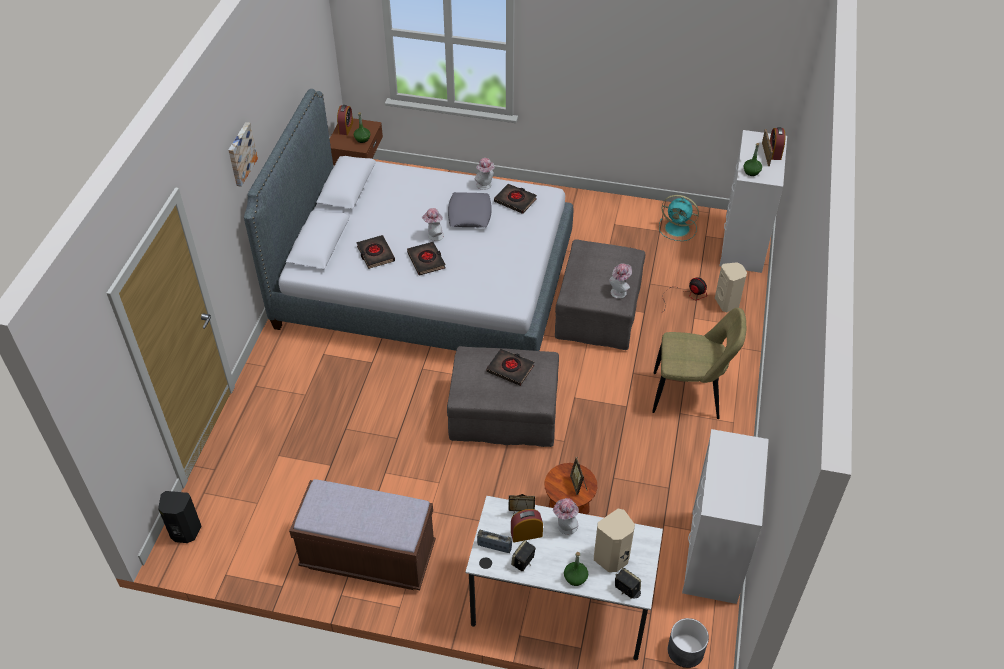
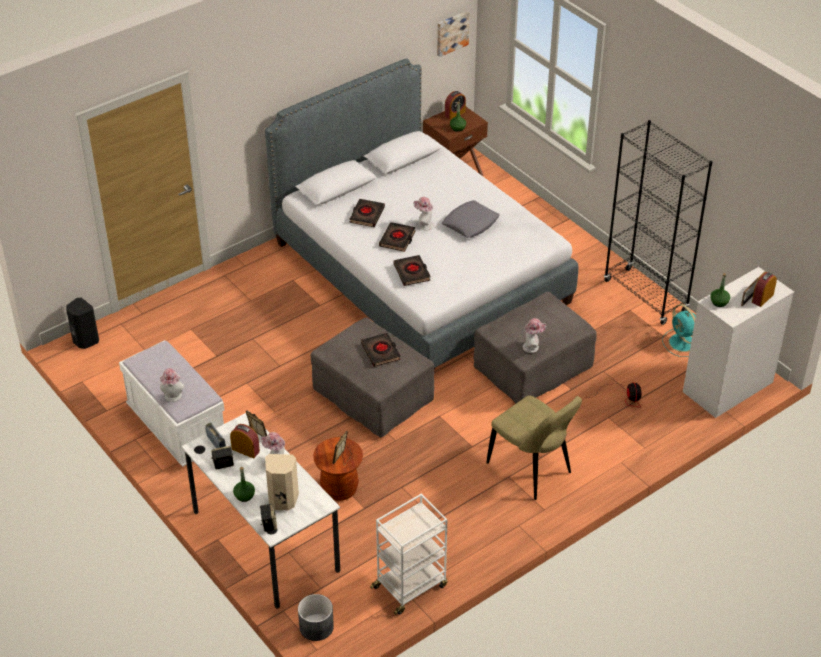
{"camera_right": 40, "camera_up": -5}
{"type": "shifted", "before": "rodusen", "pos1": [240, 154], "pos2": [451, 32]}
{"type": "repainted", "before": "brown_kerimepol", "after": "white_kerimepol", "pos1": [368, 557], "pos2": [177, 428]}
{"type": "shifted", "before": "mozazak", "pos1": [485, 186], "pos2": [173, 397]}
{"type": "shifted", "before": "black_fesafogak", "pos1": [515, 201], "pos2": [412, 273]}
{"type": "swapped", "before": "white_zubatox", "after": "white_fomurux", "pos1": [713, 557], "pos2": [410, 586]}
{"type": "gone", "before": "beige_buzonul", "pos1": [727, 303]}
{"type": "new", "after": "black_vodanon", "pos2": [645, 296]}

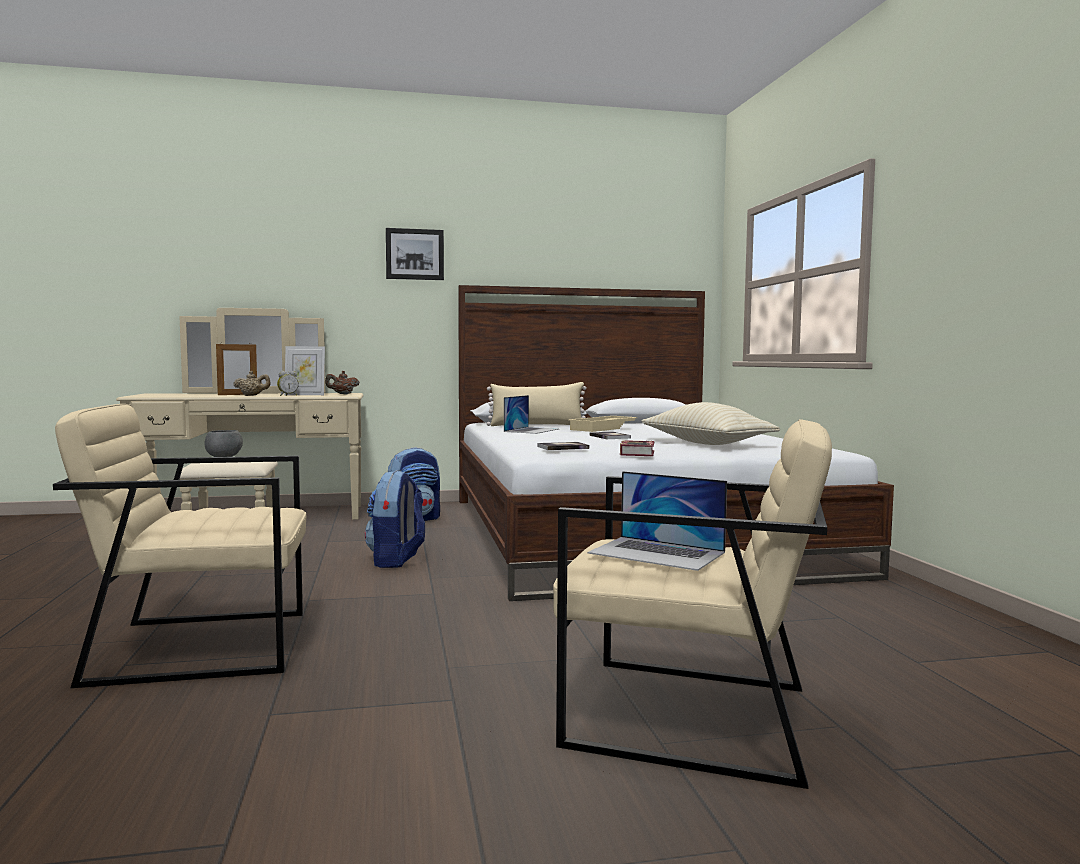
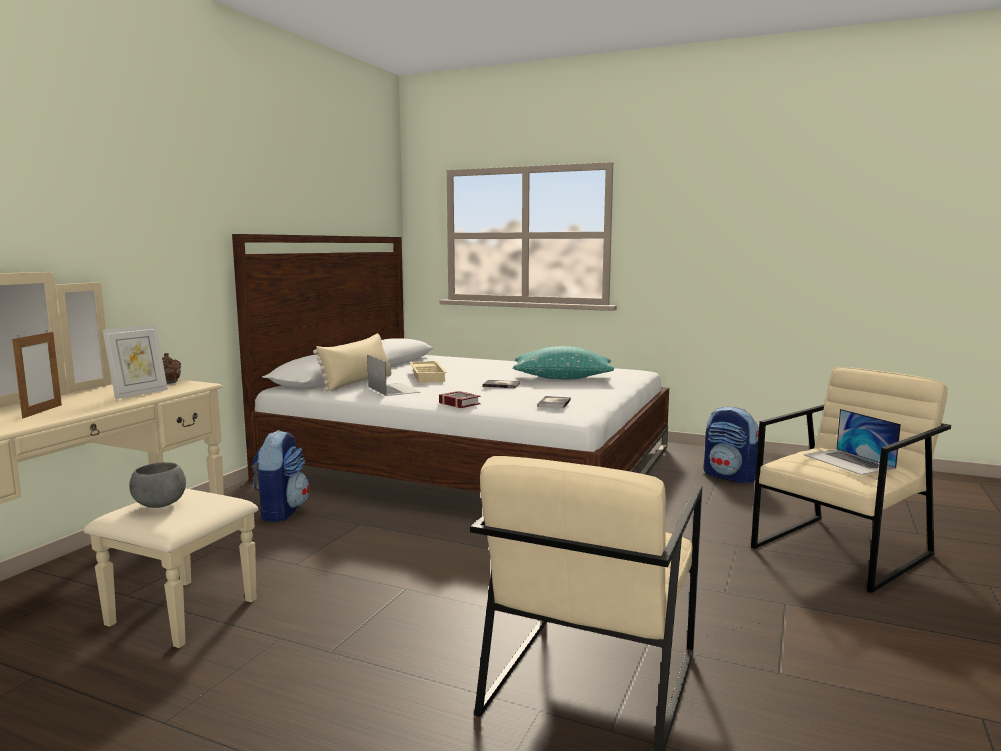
{"camera_right": -55, "camera_up": 5}
{"type": "gone", "before": "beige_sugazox", "pos1": [252, 395]}
{"type": "gone", "before": "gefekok", "pos1": [287, 395]}
{"type": "shifted", "before": "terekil", "pos1": [396, 560], "pos2": [730, 476]}
{"type": "gone", "before": "rodusen", "pos1": [414, 254]}
{"type": "rotated", "before": "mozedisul", "pos1": [657, 553], "pos2": [848, 461], "turn": 90}
{"type": "shifted", "before": "fesafogak", "pos1": [638, 453], "pos2": [459, 403]}
{"type": "repainted", "before": "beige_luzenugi", "after": "turquoise_luzenugi", "pos1": [706, 443], "pos2": [562, 378]}

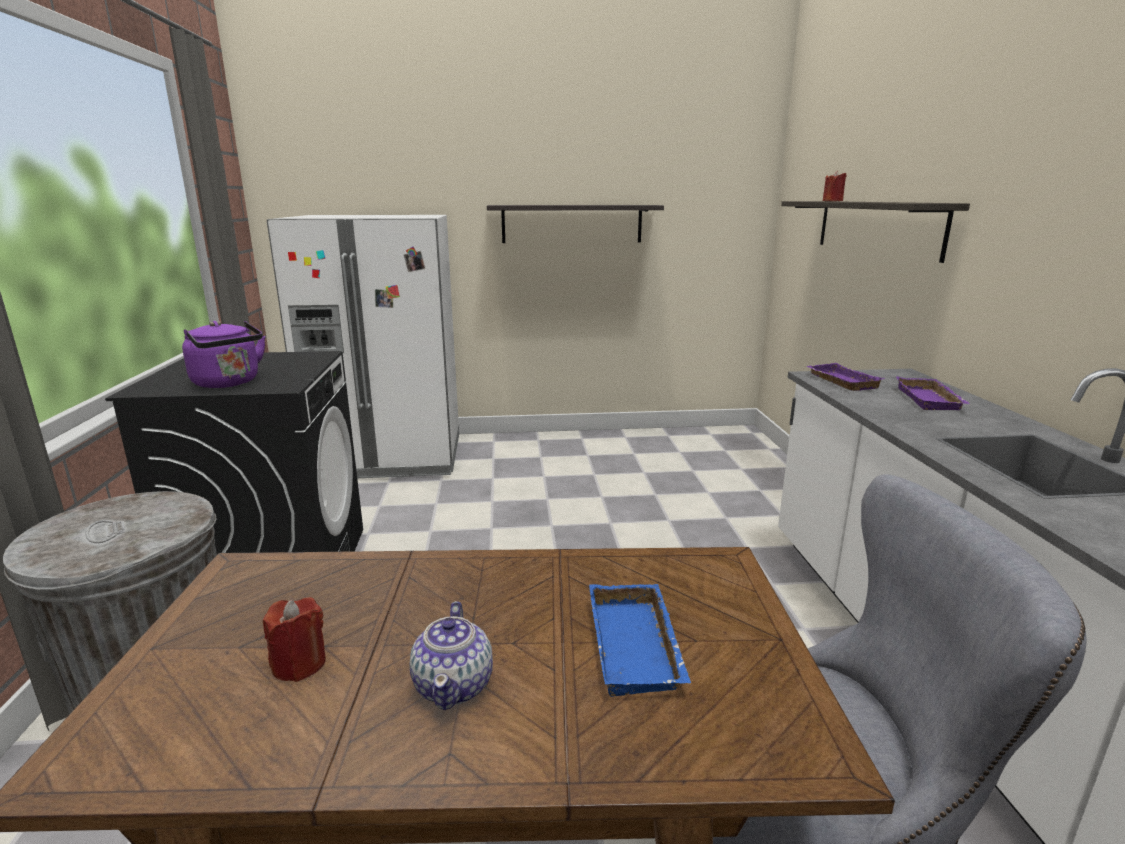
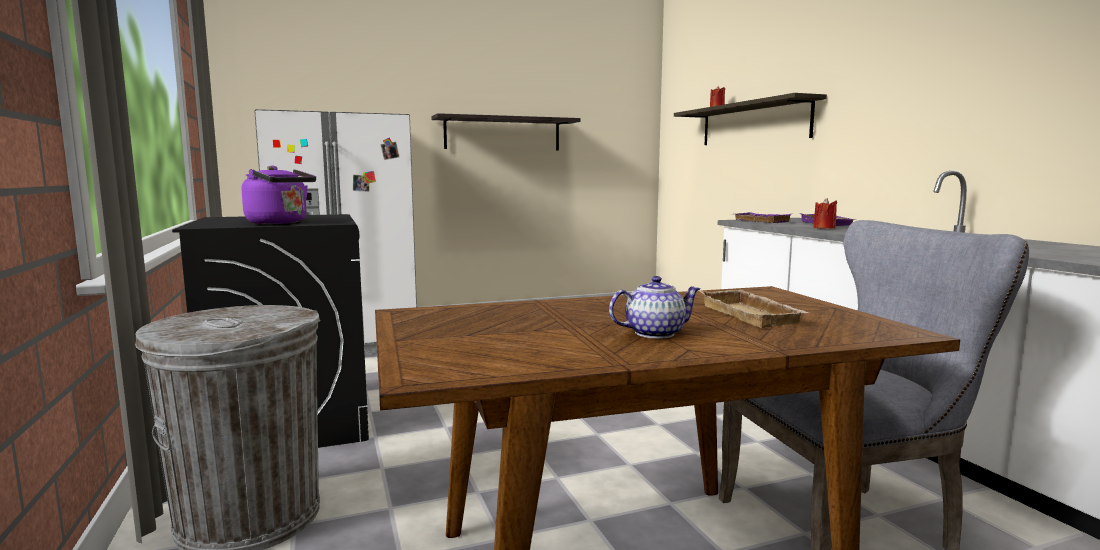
{"camera_right": -15, "camera_up": -10}
{"type": "shifted", "before": "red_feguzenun", "pos1": [299, 664], "pos2": [824, 228]}
{"type": "rotated", "before": "sugazox", "pos1": [454, 685], "pos2": [653, 333], "turn": -90}
{"type": "repainted", "before": "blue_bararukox", "after": "beige_bararukox", "pos1": [638, 646], "pos2": [753, 315]}

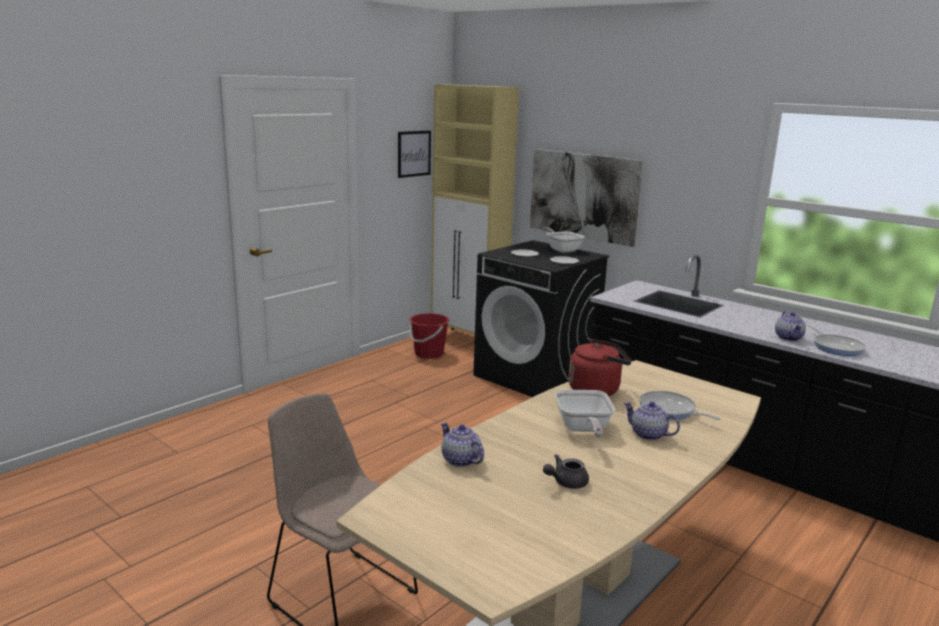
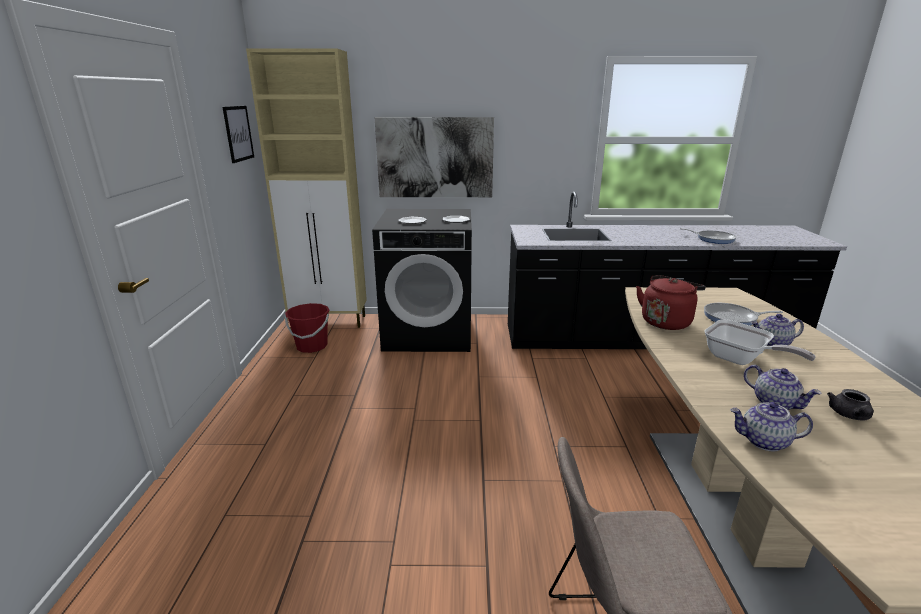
{"camera_right": -40, "camera_up": 5}
{"type": "gone", "before": "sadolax", "pos1": [561, 249]}
{"type": "shifted", "before": "sugazox", "pos1": [789, 338], "pos2": [775, 403]}

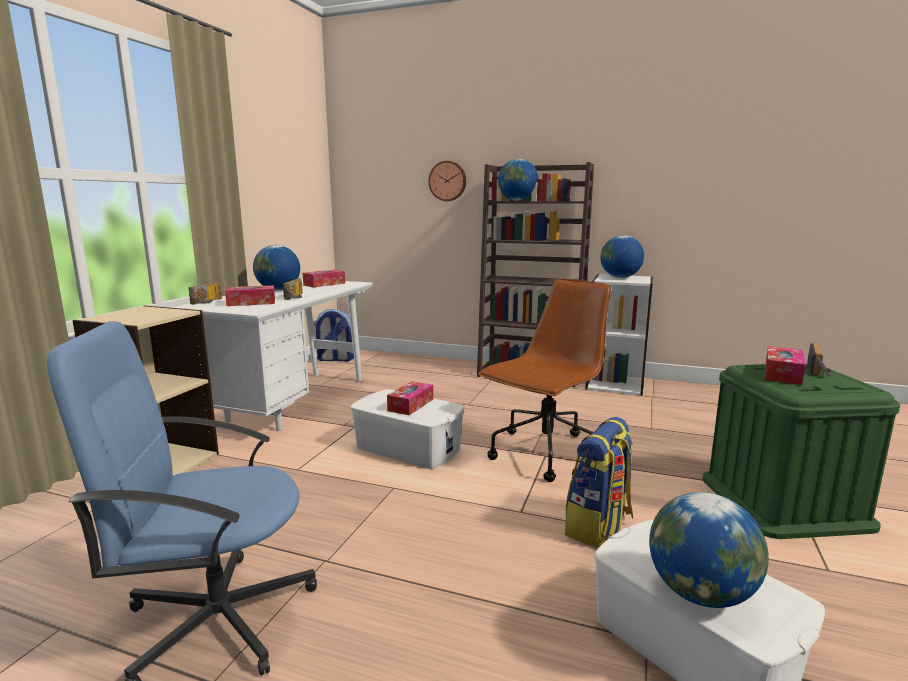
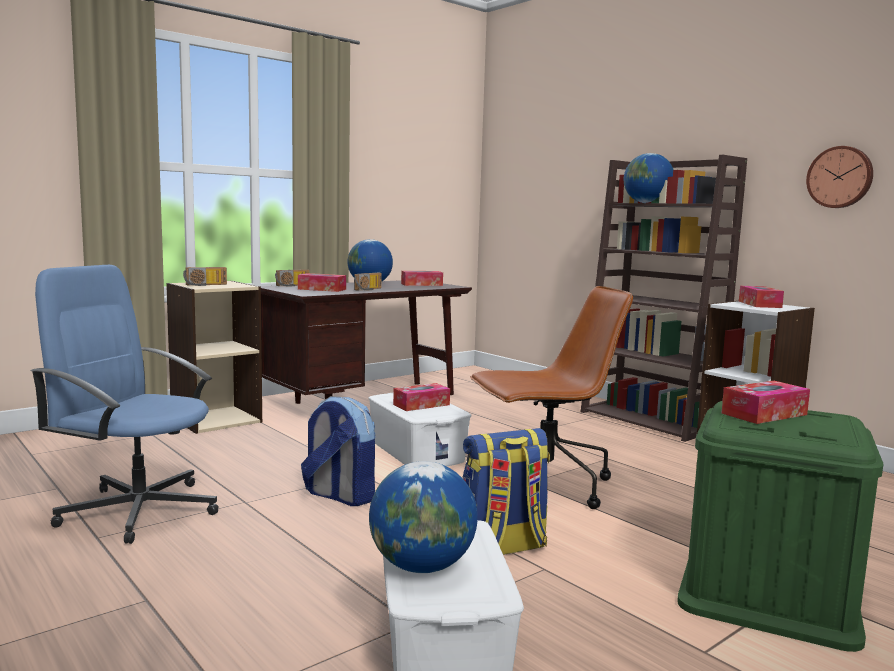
{"camera_right": 30, "camera_up": -5}
{"type": "repainted", "before": "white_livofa", "after": "brown_livofa", "pos1": [292, 403], "pos2": [365, 400]}
{"type": "shifted", "before": "terekil", "pos1": [335, 359], "pos2": [339, 496]}
{"type": "shifted", "before": "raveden", "pos1": [448, 181], "pos2": [840, 177]}
{"type": "swapped", "before": "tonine", "after": "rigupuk", "pos1": [620, 277], "pos2": [759, 304]}
{"type": "shifted", "before": "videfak", "pos1": [819, 370], "pos2": [205, 285]}

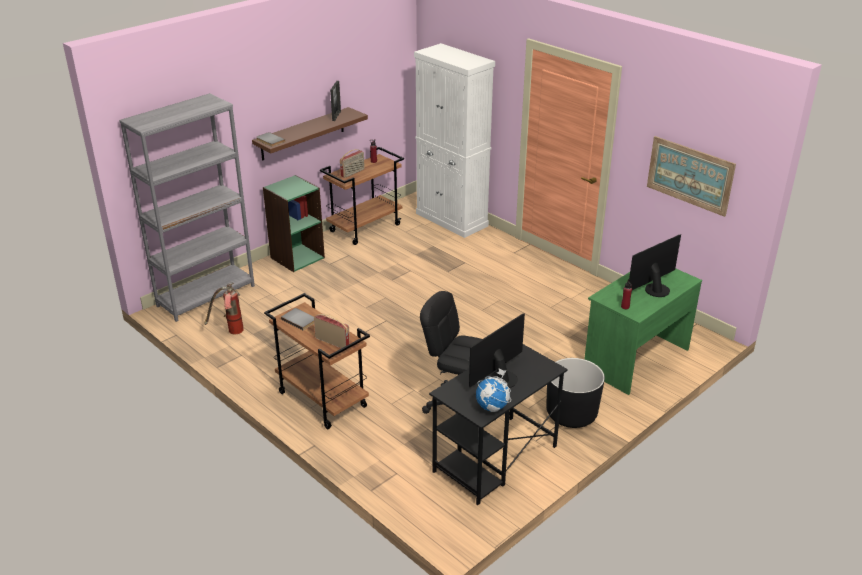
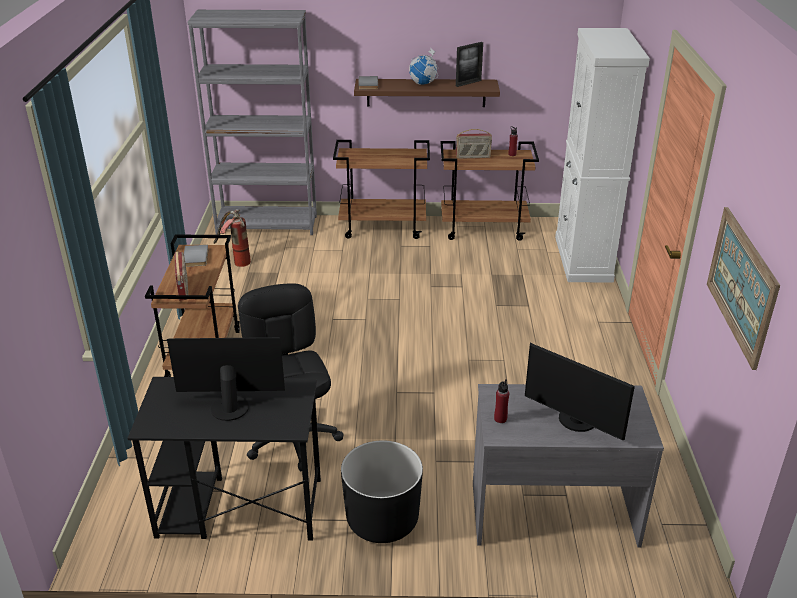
{"camera_right": 45, "camera_up": 0}
{"type": "swapped", "before": "green_vodanon", "after": "brown_fomurux", "pos1": [297, 257], "pos2": [383, 227]}
{"type": "shifted", "before": "tonine", "pos1": [492, 407], "pos2": [423, 83]}
{"type": "repainted", "before": "green_livofa", "after": "grey_livofa", "pos1": [635, 359], "pos2": [552, 512]}
{"type": "rotated", "before": "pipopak", "pos1": [654, 289], "pos2": [575, 421], "turn": -150}

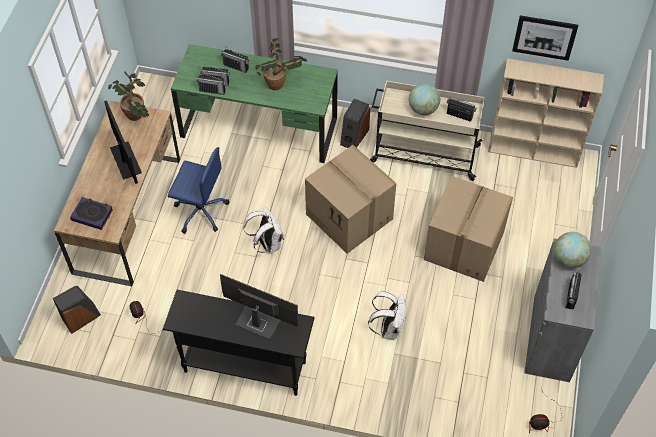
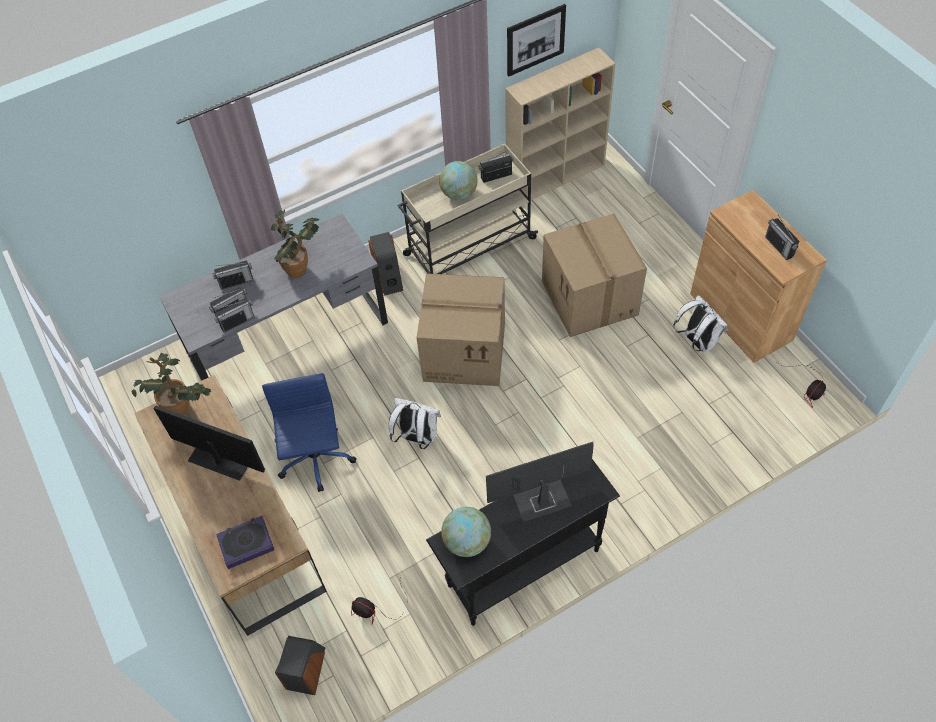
{"camera_right": -40, "camera_up": 0}
{"type": "rotated", "before": "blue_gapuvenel", "pos1": [200, 211], "pos2": [316, 461], "turn": -75}
{"type": "repainted", "before": "green_livofa", "after": "grey_livofa", "pos1": [259, 128], "pos2": [288, 338]}
{"type": "shifted", "before": "white_terekil", "pos1": [388, 328], "pos2": [697, 341]}
{"type": "repainted", "before": "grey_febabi", "after": "brown_febabi", "pos1": [551, 338], "pos2": [740, 317]}
{"type": "shifted", "before": "tonine", "pos1": [568, 259], "pos2": [467, 541]}

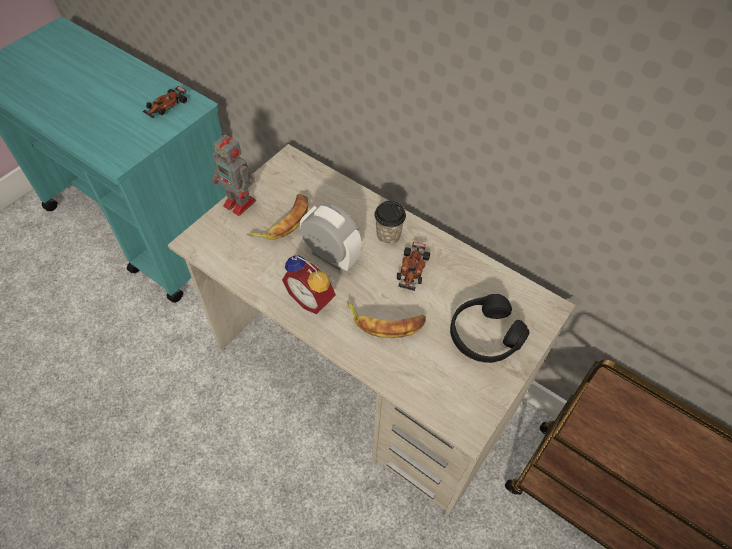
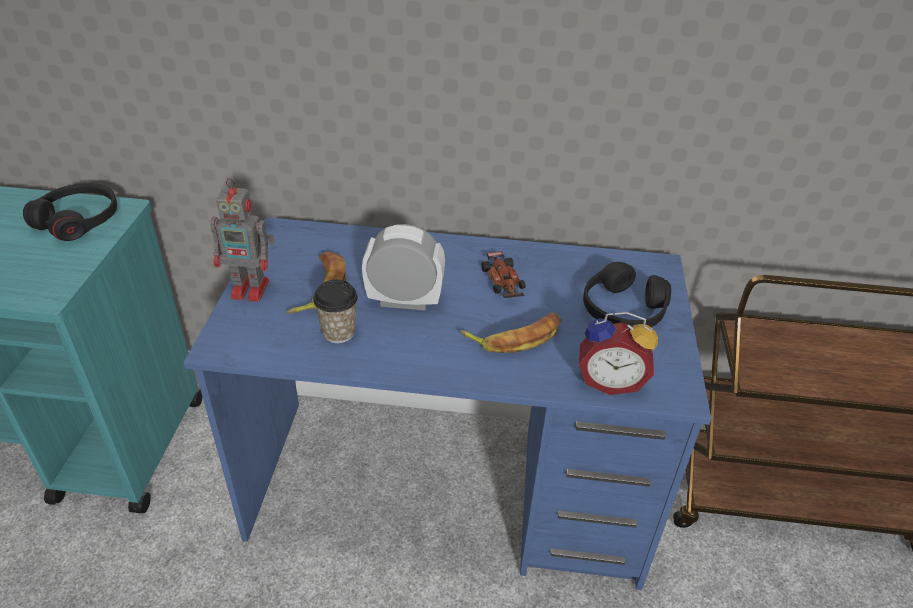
{"camera_right": -30, "camera_up": -15}
{"type": "swapped", "before": "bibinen", "after": "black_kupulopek", "pos1": [166, 106], "pos2": [78, 220]}
{"type": "repainted", "before": "beige_livofa", "after": "blue_livofa", "pos1": [364, 379], "pos2": [450, 489]}
{"type": "shifted", "before": "gefekok", "pos1": [312, 299], "pos2": [610, 381]}
{"type": "shifted", "before": "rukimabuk", "pos1": [388, 235], "pos2": [338, 332]}

